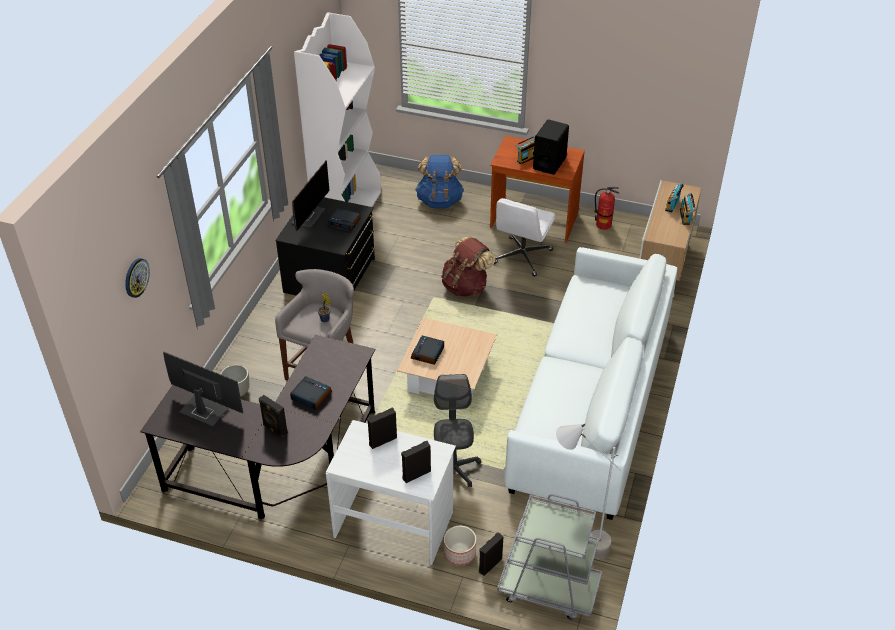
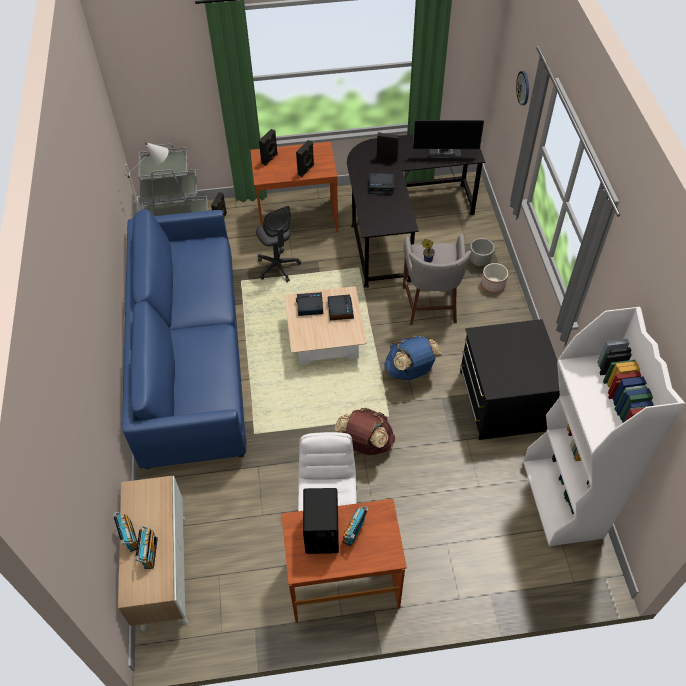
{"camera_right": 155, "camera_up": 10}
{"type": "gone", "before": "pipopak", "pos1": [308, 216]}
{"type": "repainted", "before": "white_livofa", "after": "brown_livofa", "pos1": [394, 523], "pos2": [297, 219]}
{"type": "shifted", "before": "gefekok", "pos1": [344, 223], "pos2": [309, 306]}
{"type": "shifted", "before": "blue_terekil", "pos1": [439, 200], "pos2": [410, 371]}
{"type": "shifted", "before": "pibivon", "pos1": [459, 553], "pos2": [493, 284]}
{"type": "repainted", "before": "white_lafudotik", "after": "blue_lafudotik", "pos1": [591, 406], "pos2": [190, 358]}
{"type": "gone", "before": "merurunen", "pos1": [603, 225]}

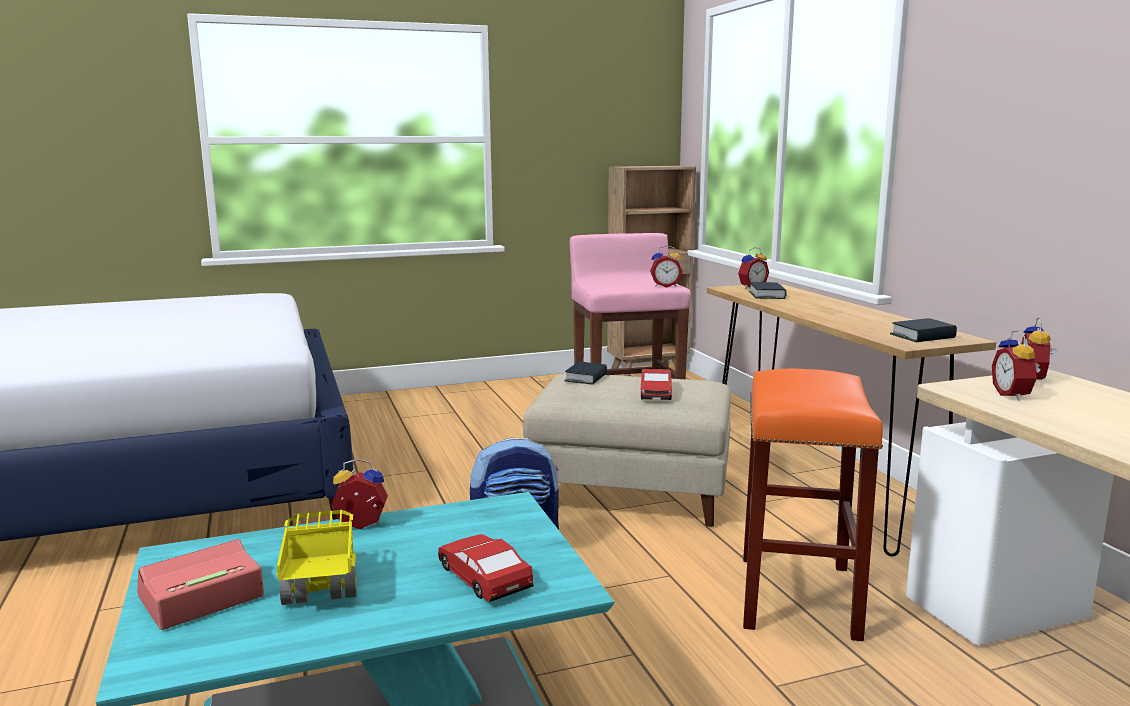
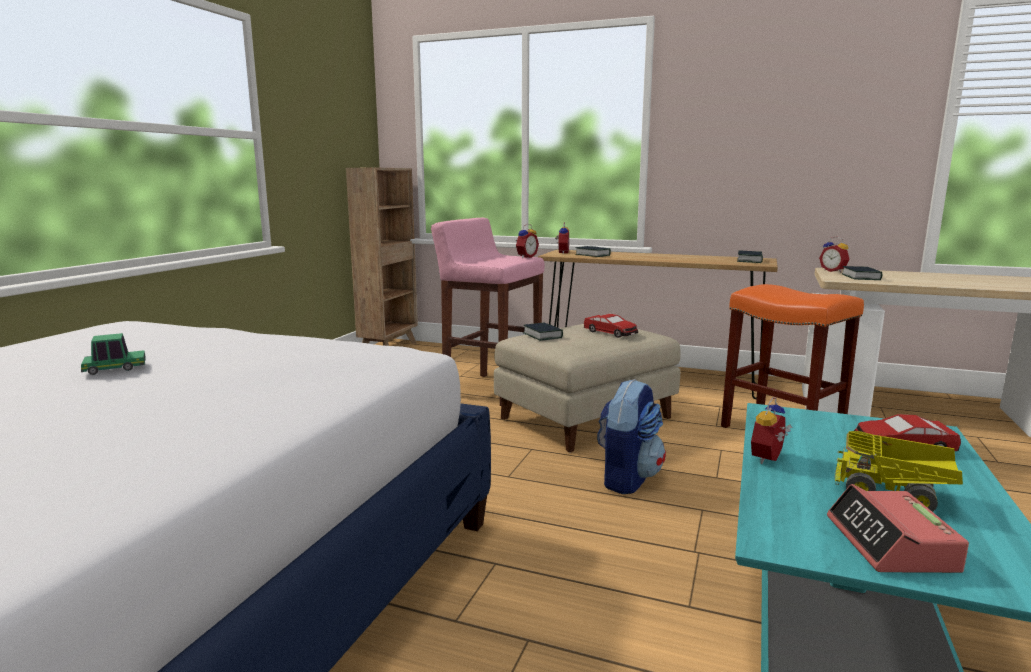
{"camera_right": -50, "camera_up": 0}
{"type": "swapped", "before": "gefekok", "after": "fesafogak", "pos1": [1014, 395], "pos2": [861, 277]}
{"type": "new", "after": "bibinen", "pos2": [115, 368]}

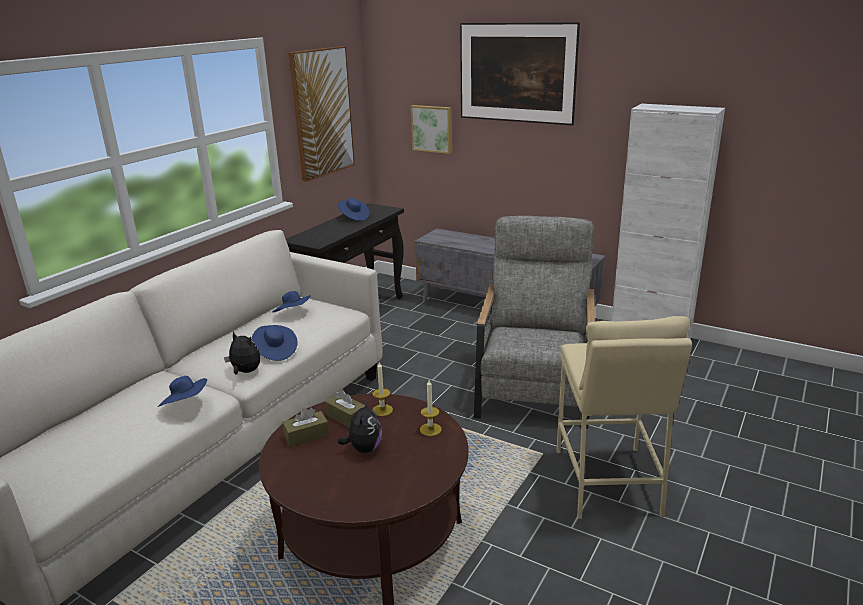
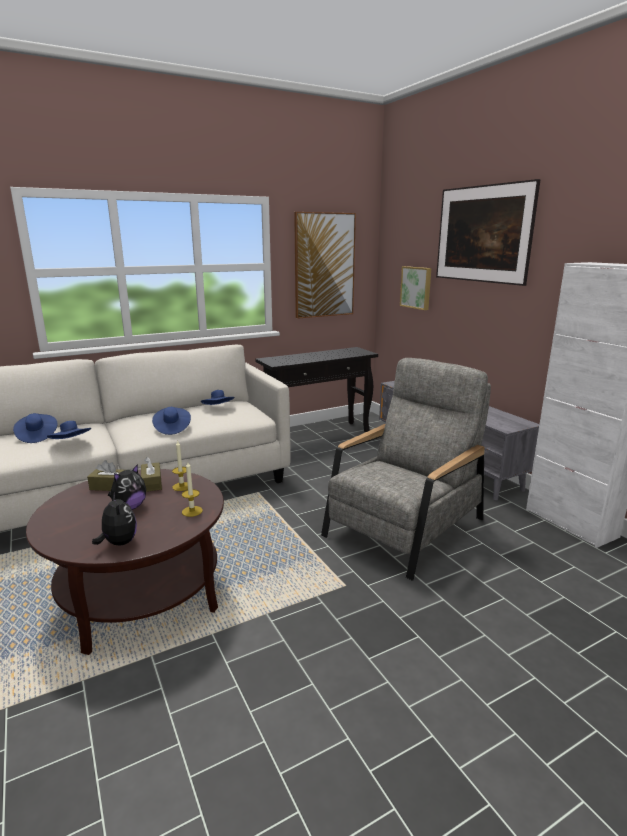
{"camera_right": 30, "camera_up": -5}
{"type": "shifted", "before": "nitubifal", "pos1": [245, 372], "pos2": [118, 543]}
{"type": "shifted", "before": "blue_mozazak", "pos1": [353, 217], "pos2": [37, 436]}
{"type": "gone", "before": "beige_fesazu", "pos1": [607, 481]}

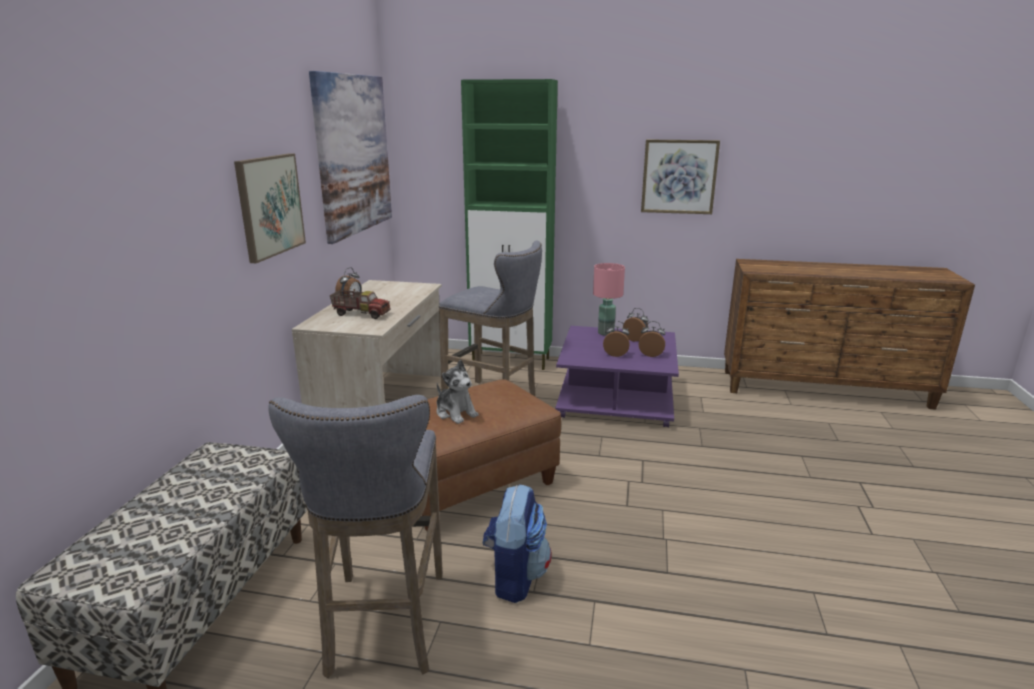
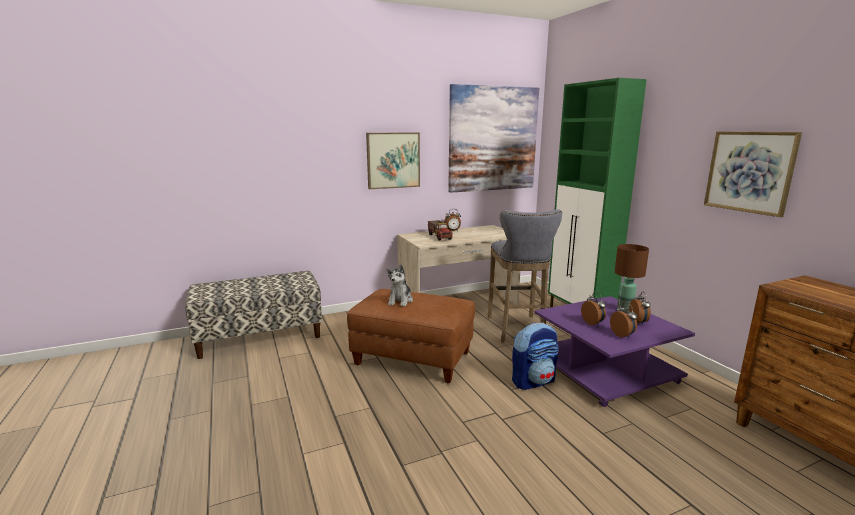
{"camera_right": 55, "camera_up": -5}
{"type": "gone", "before": "grey_fesazu", "pos1": [385, 627]}
{"type": "shifted", "before": "terekil", "pos1": [515, 577], "pos2": [533, 381]}
{"type": "repainted", "before": "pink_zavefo", "after": "brown_zavefo", "pos1": [606, 333], "pos2": [624, 310]}

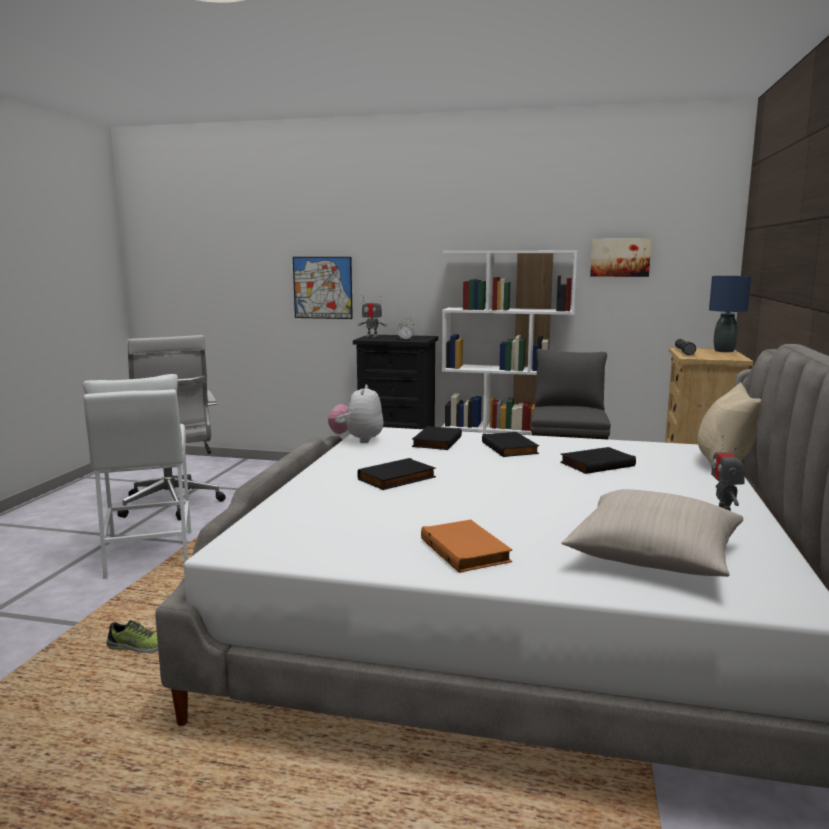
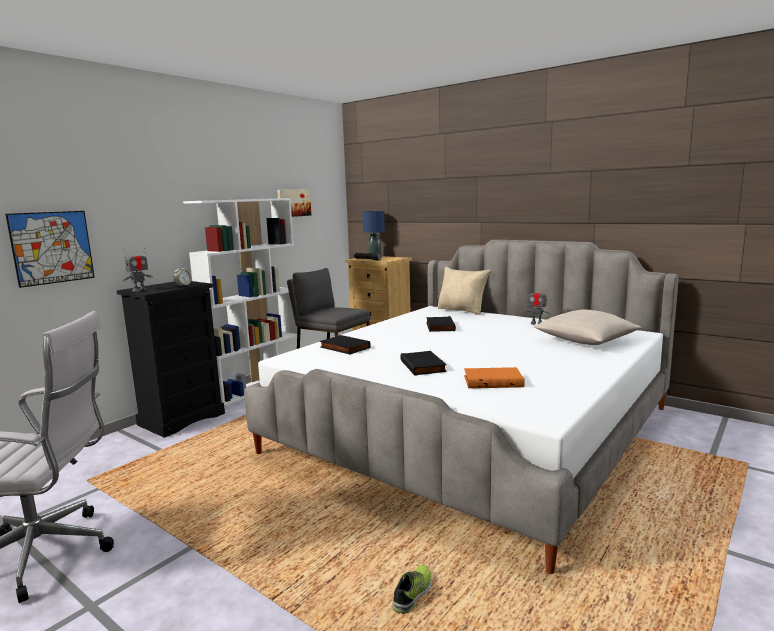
{"camera_right": -65, "camera_up": 0}
{"type": "gone", "before": "white_fesazu", "pos1": [148, 554]}
{"type": "gone", "before": "nitubifal", "pos1": [357, 440]}
{"type": "shifted", "before": "orange_fesafogak", "pos1": [467, 550], "pos2": [493, 381]}
{"type": "gone", "before": "black_fesafogak", "pos1": [511, 448]}

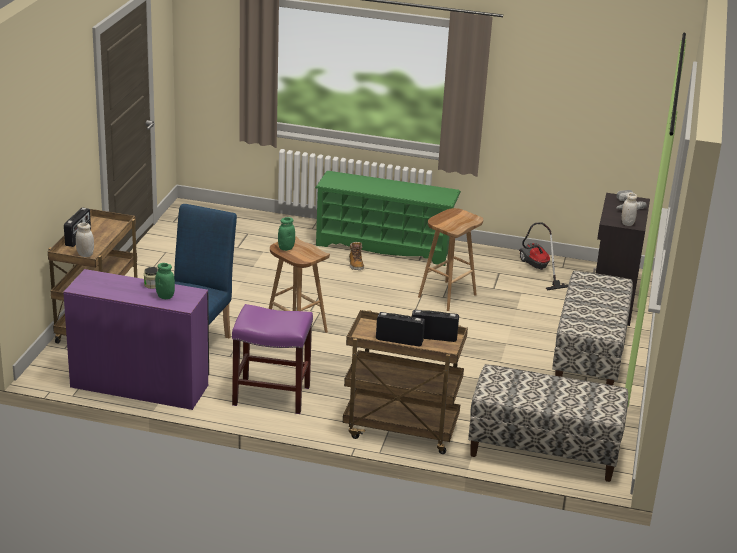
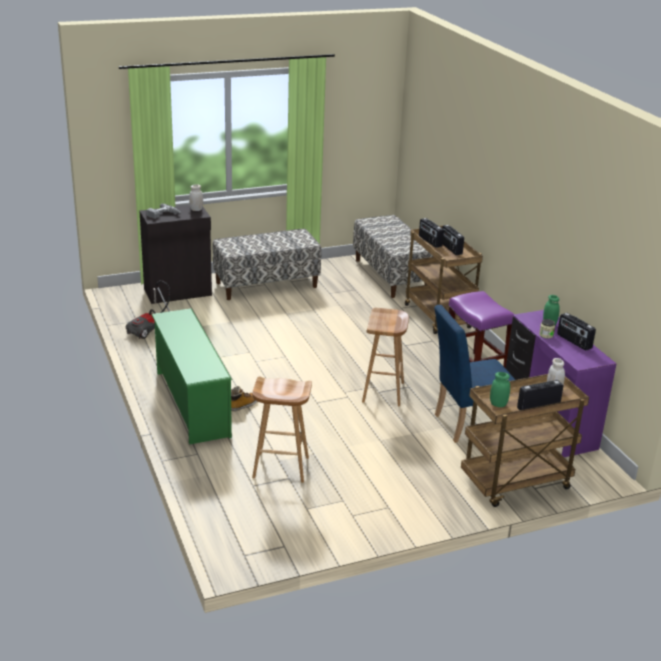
{"camera_right": -125, "camera_up": 0}
{"type": "shifted", "before": "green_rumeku", "pos1": [286, 248], "pos2": [498, 404]}
{"type": "shifted", "before": "brown_fesazu", "pos1": [447, 295], "pos2": [280, 467]}
{"type": "new", "after": "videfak", "pos2": [574, 341]}

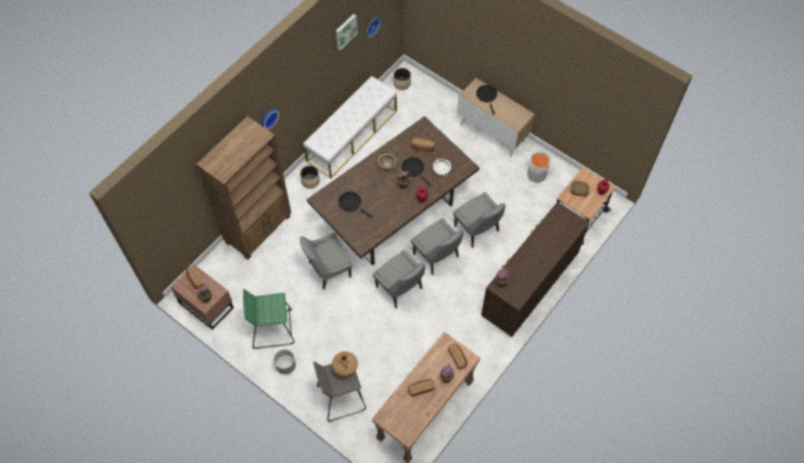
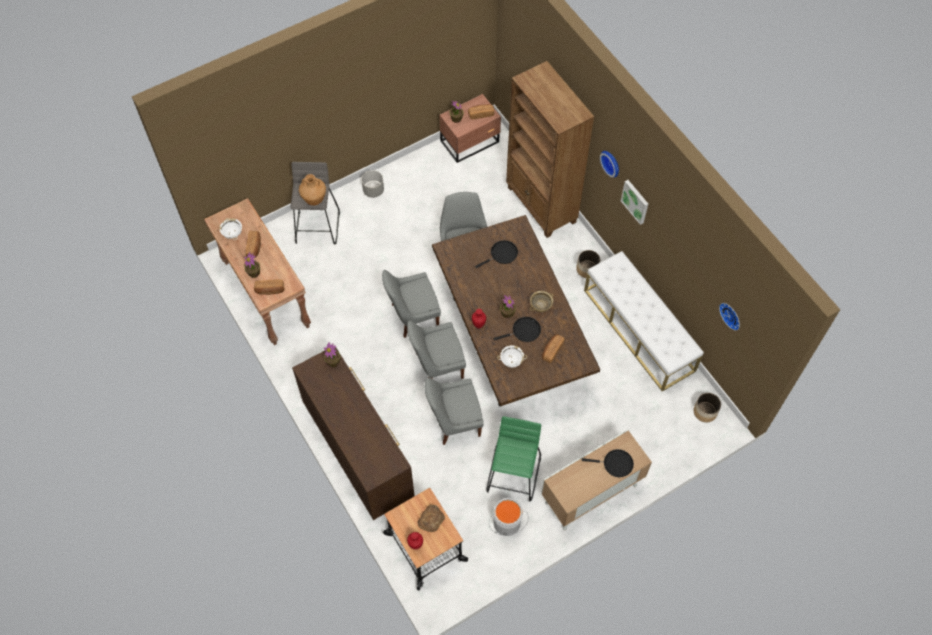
{"camera_right": 110, "camera_up": 0}
{"type": "shifted", "before": "green_fesazu", "pos1": [272, 328], "pos2": [514, 474]}
{"type": "shifted", "before": "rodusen", "pos1": [345, 31], "pos2": [635, 201]}
{"type": "new", "after": "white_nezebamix", "pos2": [232, 232]}

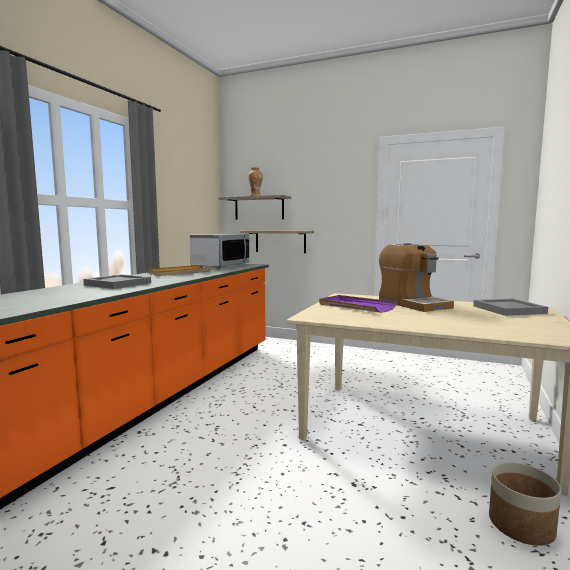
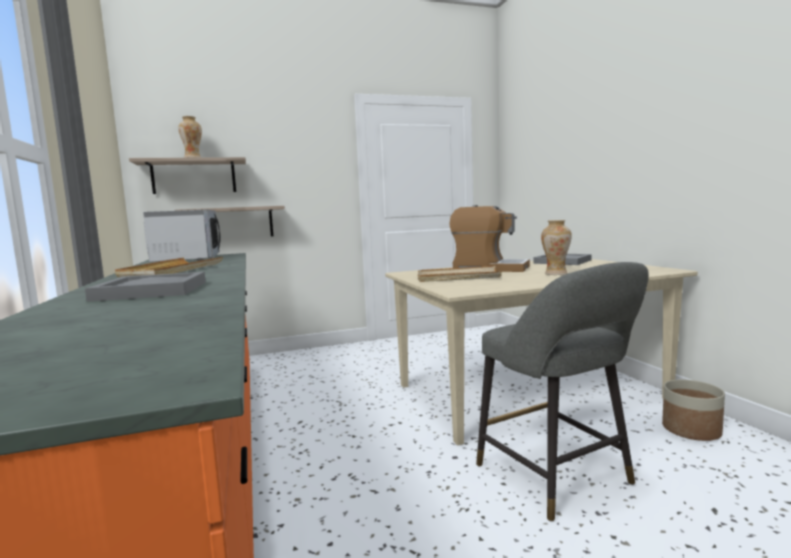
{"camera_right": -40, "camera_up": 0}
{"type": "repainted", "before": "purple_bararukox", "after": "beige_bararukox", "pos1": [356, 306], "pos2": [457, 277]}
{"type": "new", "after": "grey_fesazu", "pos2": [558, 478]}
{"type": "new", "after": "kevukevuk", "pos2": [555, 274]}

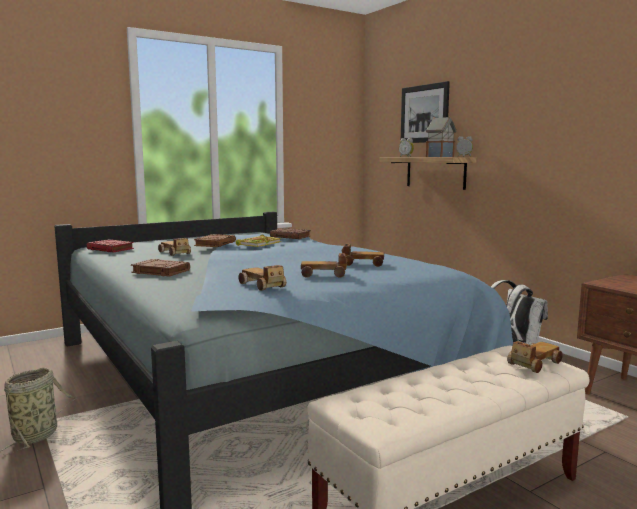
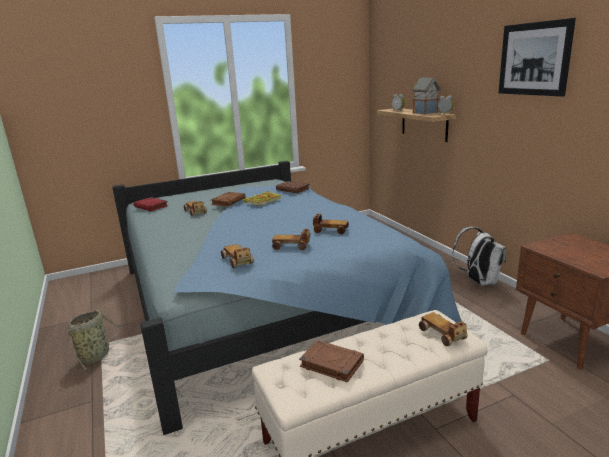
{"camera_right": 10, "camera_up": 10}
{"type": "shifted", "before": "brown_fesafogak", "pos1": [160, 271], "pos2": [331, 364]}
{"type": "shifted", "before": "rodusen", "pos1": [424, 114], "pos2": [534, 59]}
{"type": "rotated", "before": "bibinen", "pos1": [534, 364], "pos2": [442, 334], "turn": -90}

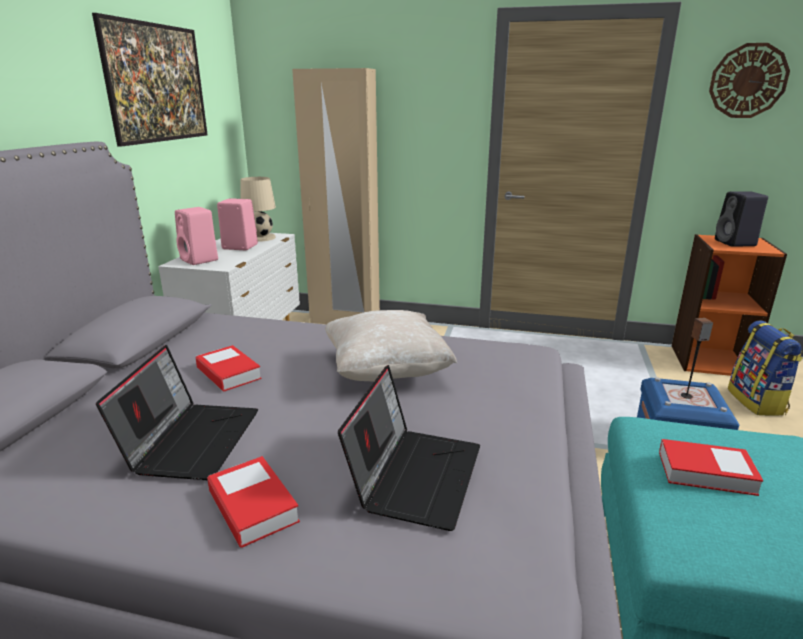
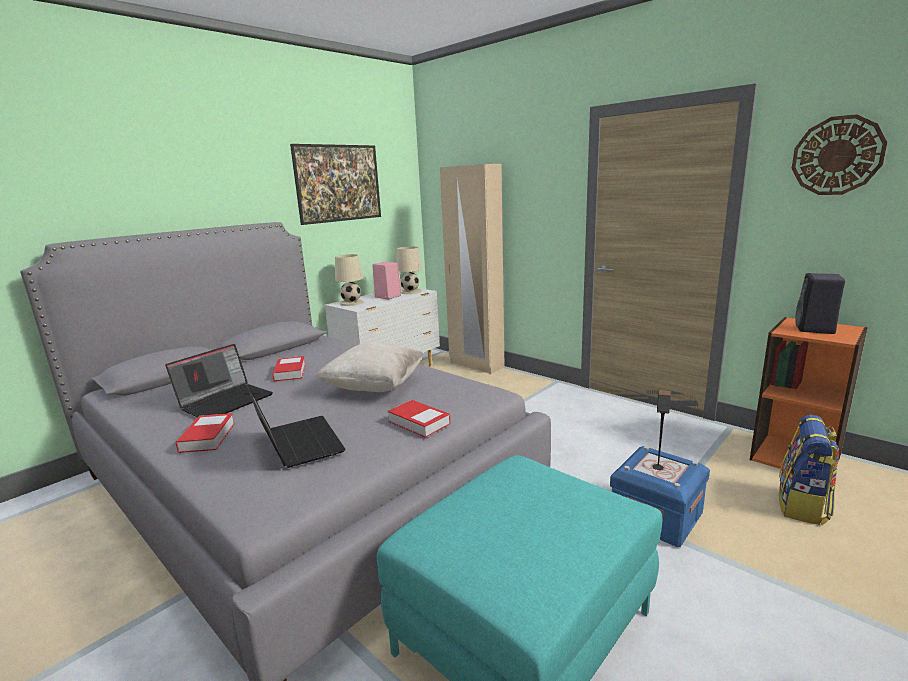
{"camera_right": 30, "camera_up": -5}
{"type": "swapped", "before": "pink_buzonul", "after": "beige_zavefo", "pos1": [200, 260], "pos2": [352, 303]}
{"type": "rotated", "before": "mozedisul", "pos1": [415, 474], "pos2": [297, 443], "turn": -75}
{"type": "shifted", "before": "fesafogak", "pos1": [705, 472], "pos2": [419, 423]}

